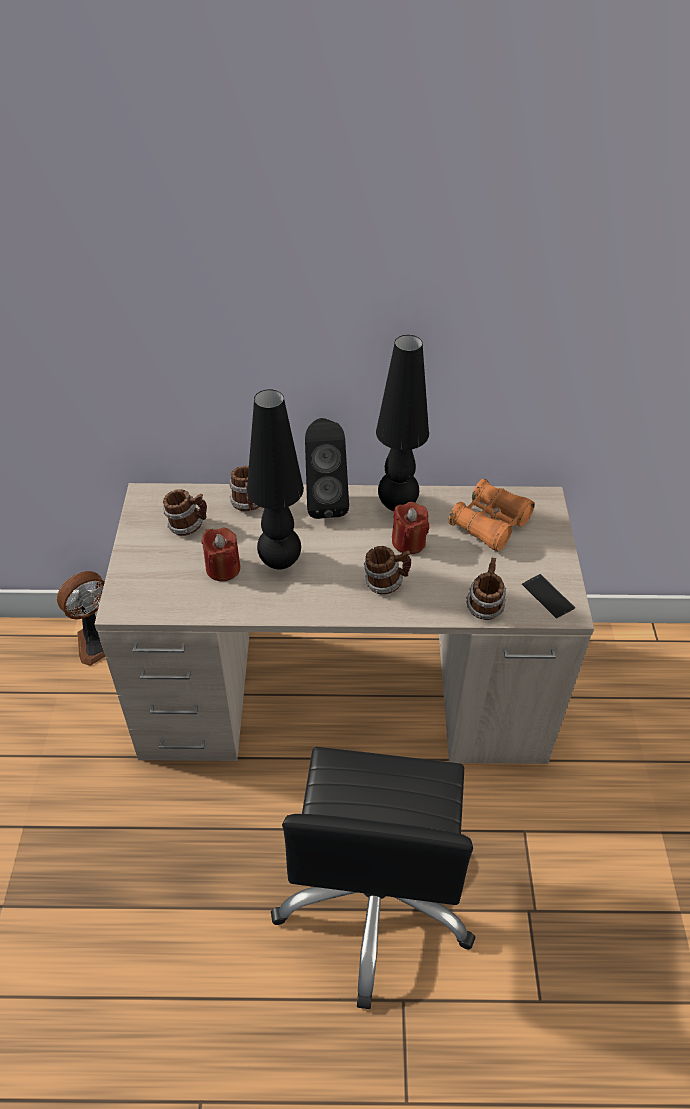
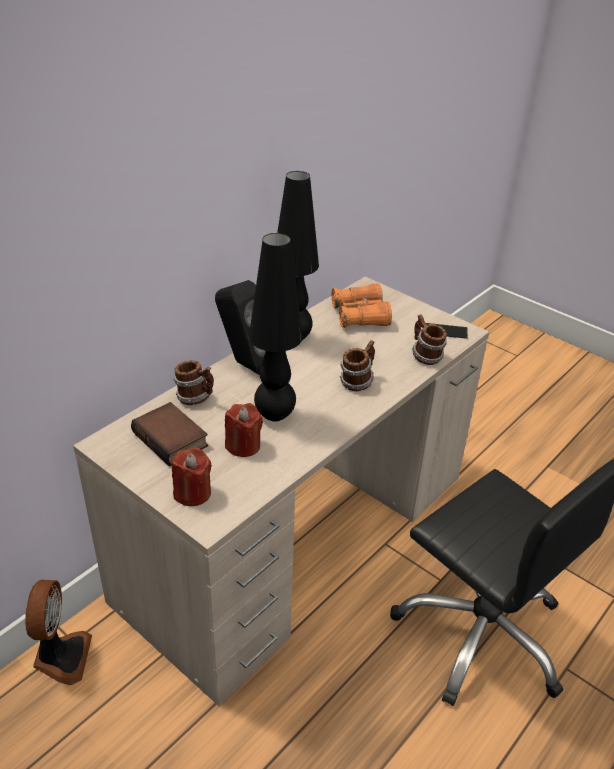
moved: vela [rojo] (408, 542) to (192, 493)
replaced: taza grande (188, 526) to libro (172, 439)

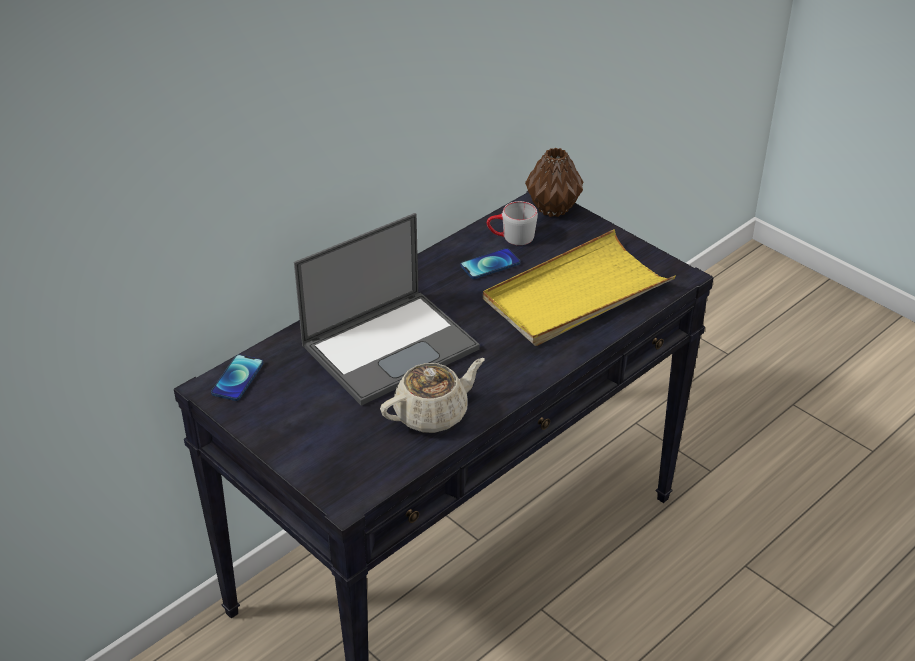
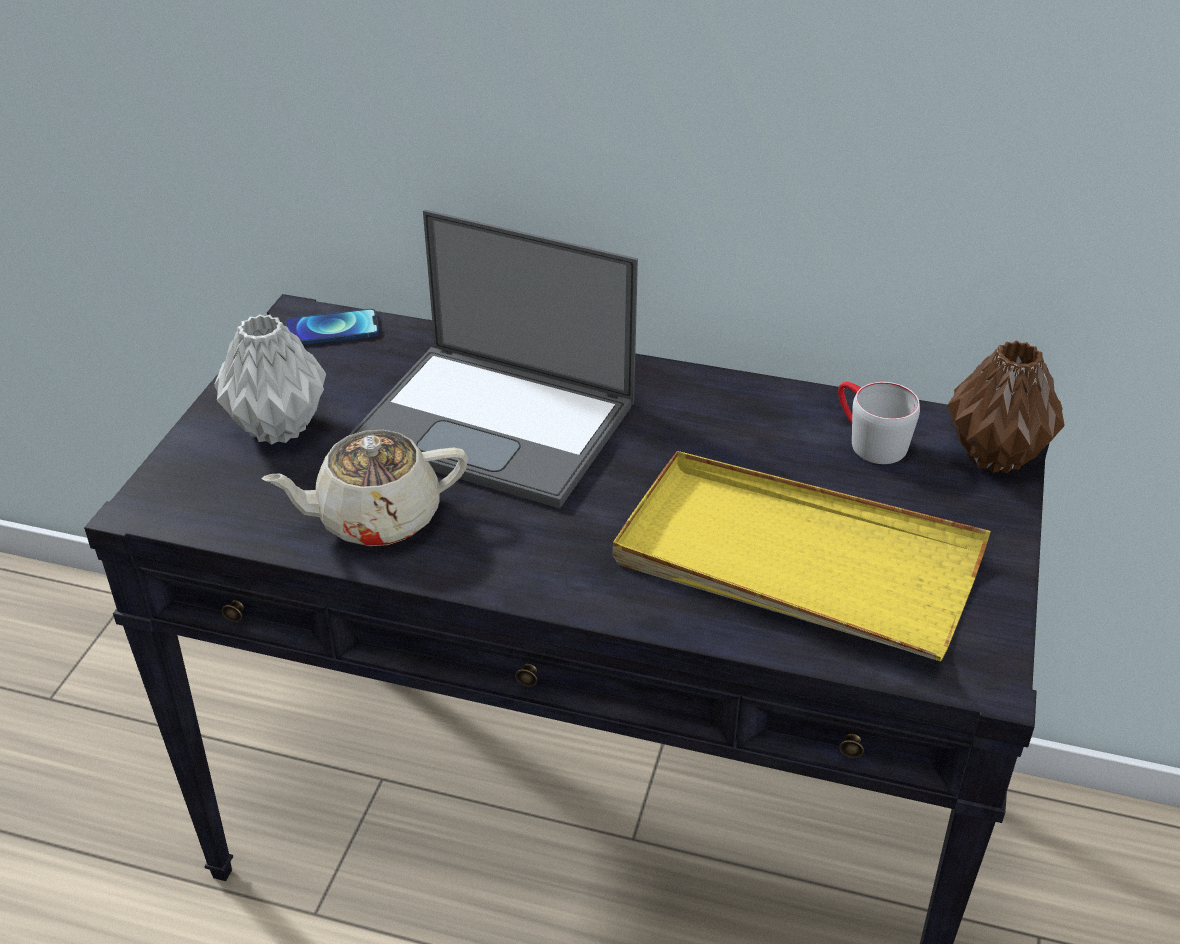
removed: móvil (490, 265)
added: florero [gris] (276, 427)
turned: tetera [beis] (432, 414) = (376, 518) 135 degrees clockwise

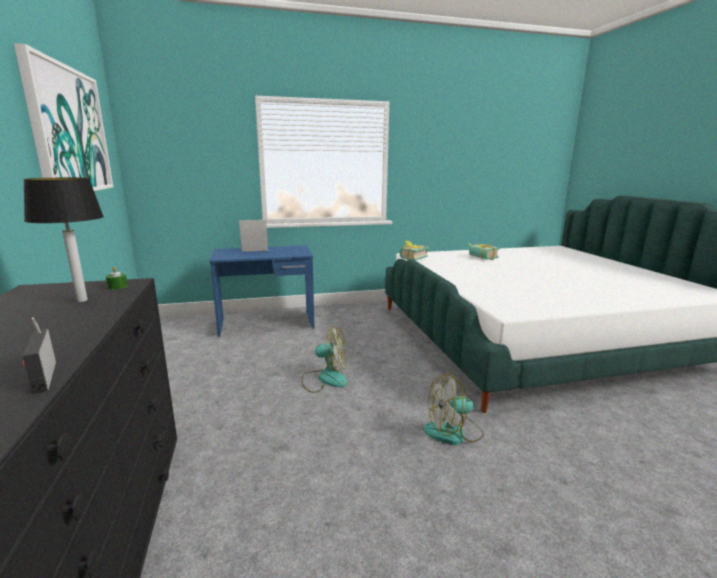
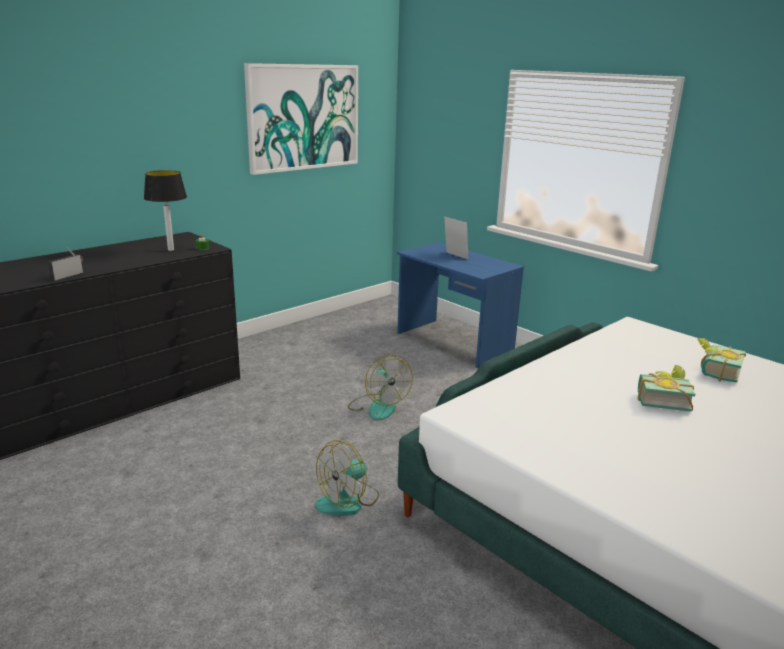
moved: libro (411, 258) to (662, 400)
turned: ventilador (453, 432) = (348, 501) 90 degrees counterclockwise

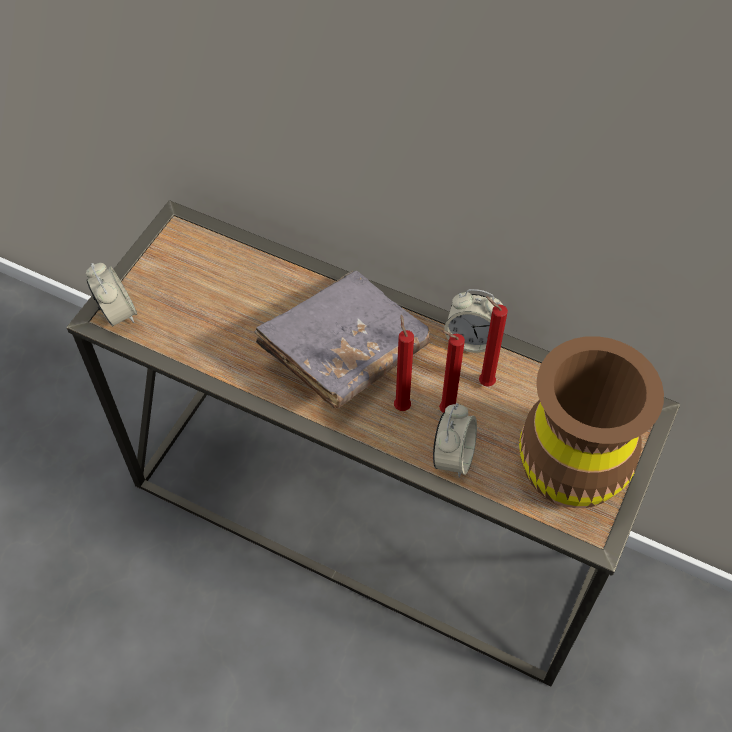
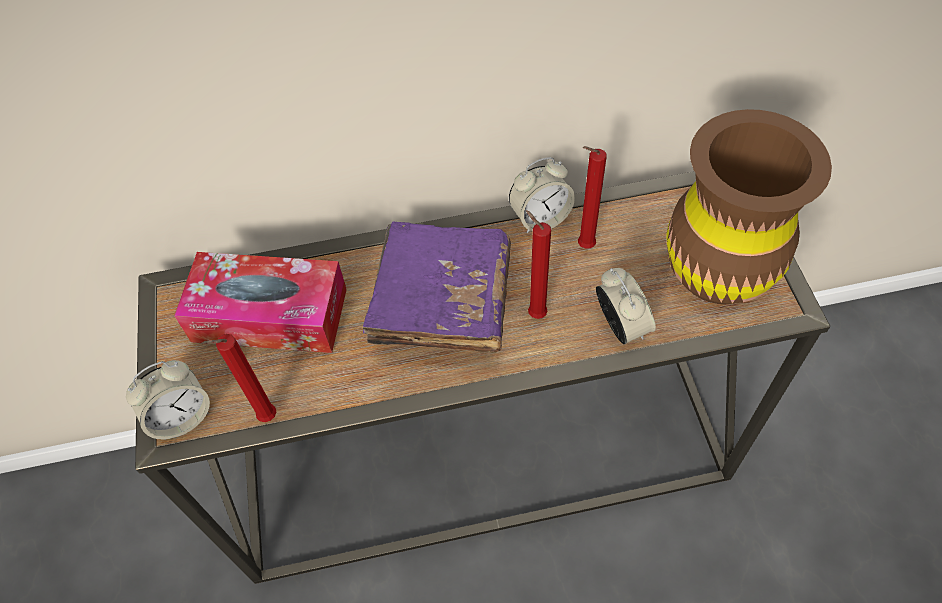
added: caja de pañuelos (270, 315)
moved: vela [rojo] (444, 410) to (264, 418)
recoloured: libro [gris] (345, 352) to libro [morado] (442, 301)
turned: despertador (117, 313) = (181, 417) 120 degrees clockwise

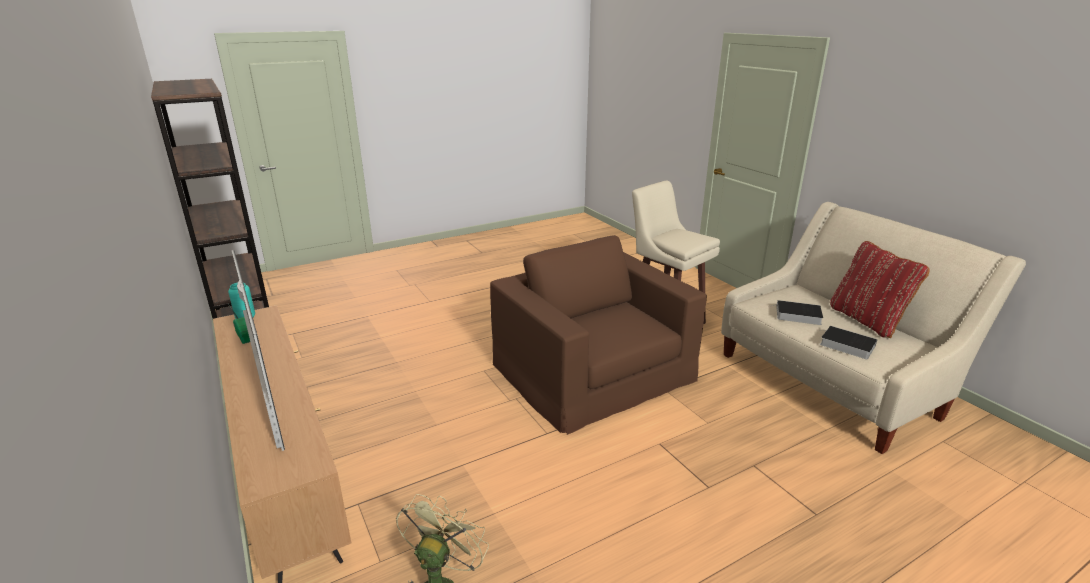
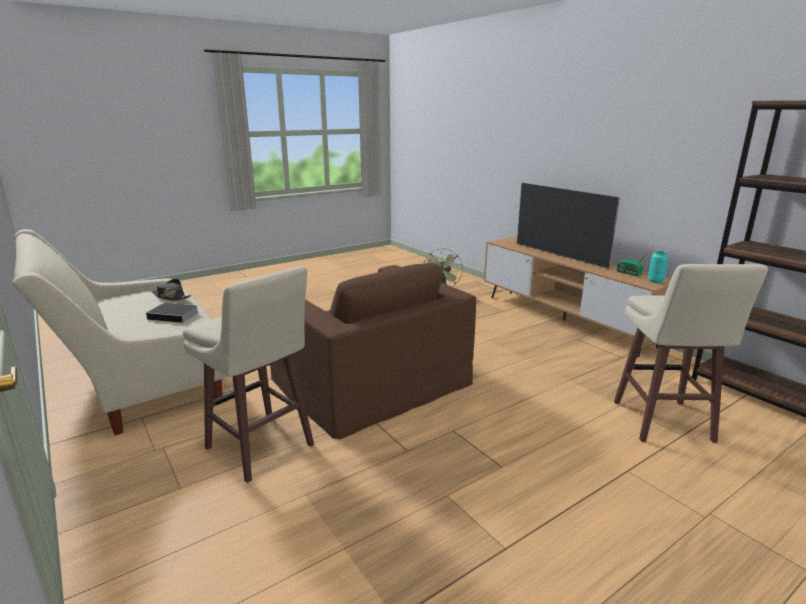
removed: cojín [rojo] (867, 320)
added: taburete [beis] (662, 423)
replaced: libro (845, 345) to sombrero [negro] (171, 297)

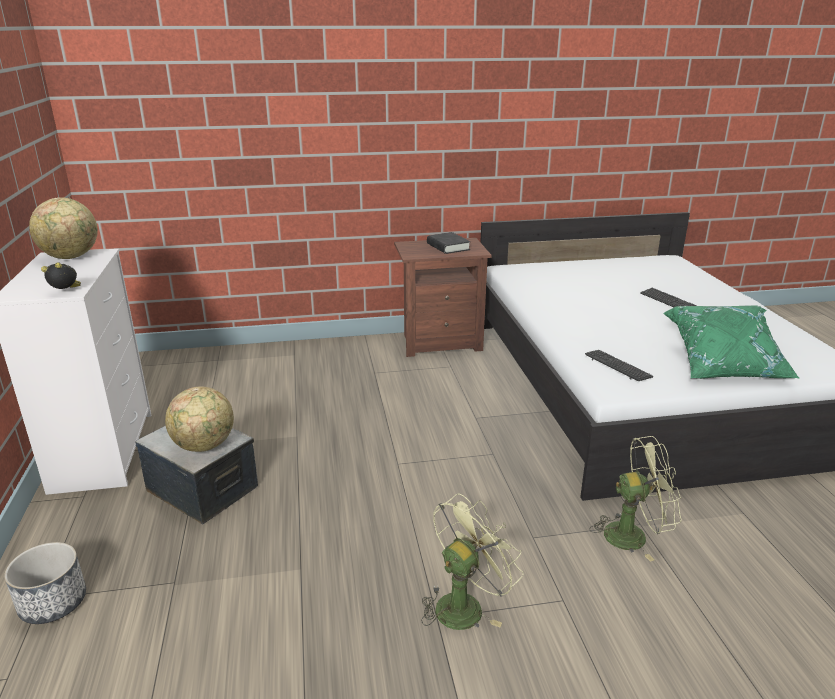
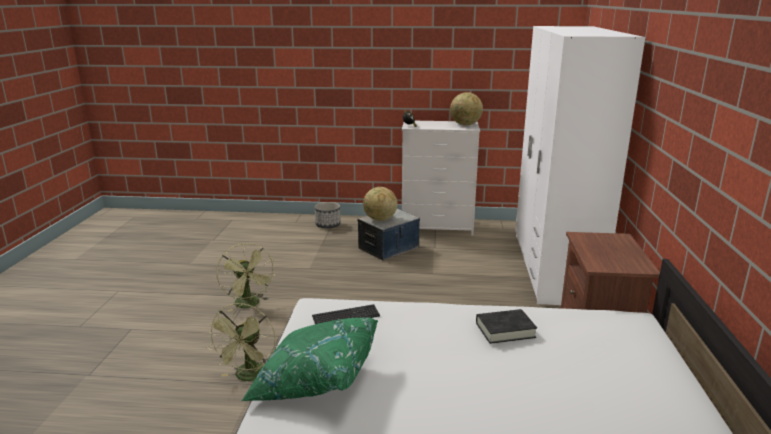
removed: teclado (667, 300)
added: armario ropero [blanco] (553, 267)
moved: libro [negro] (448, 247) to (505, 330)

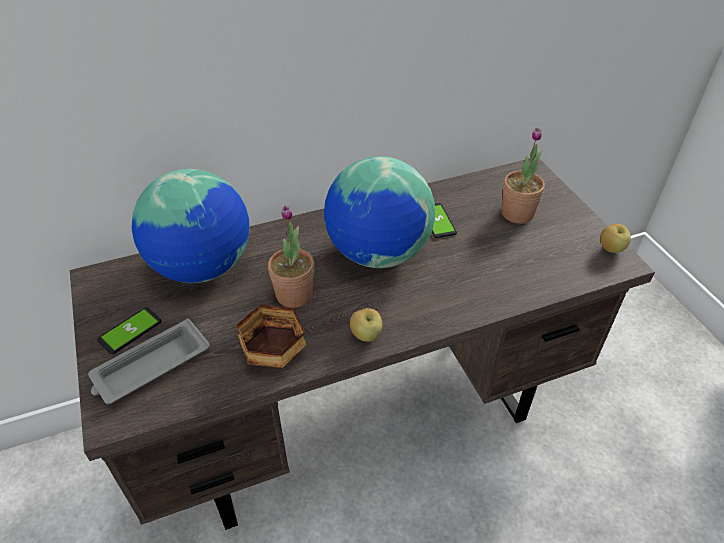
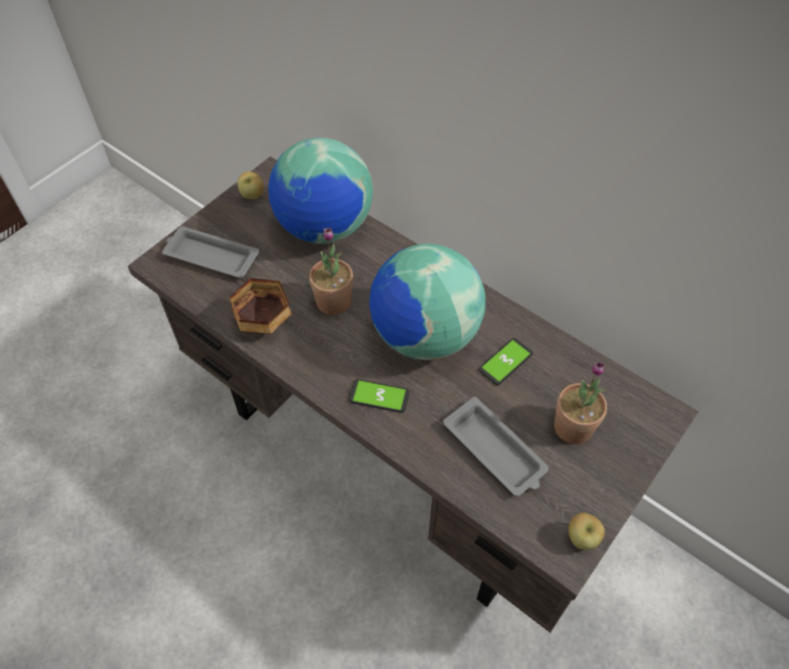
added: bandeja [gris] (495, 451)
moved: móvil (130, 331) to (379, 396); manzana (366, 335) to (253, 195)

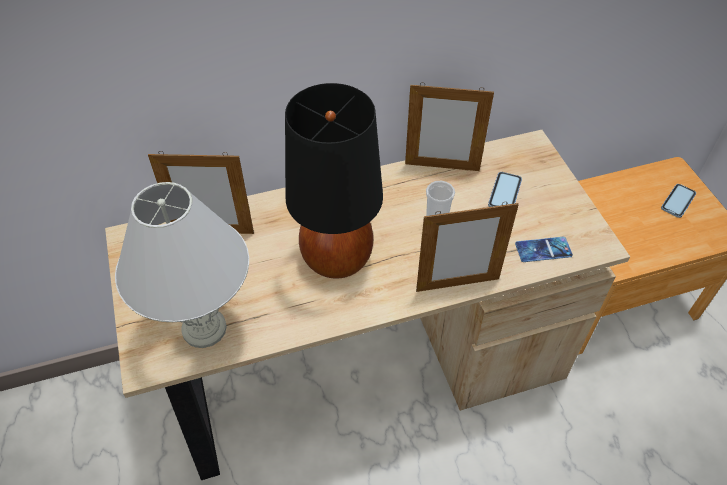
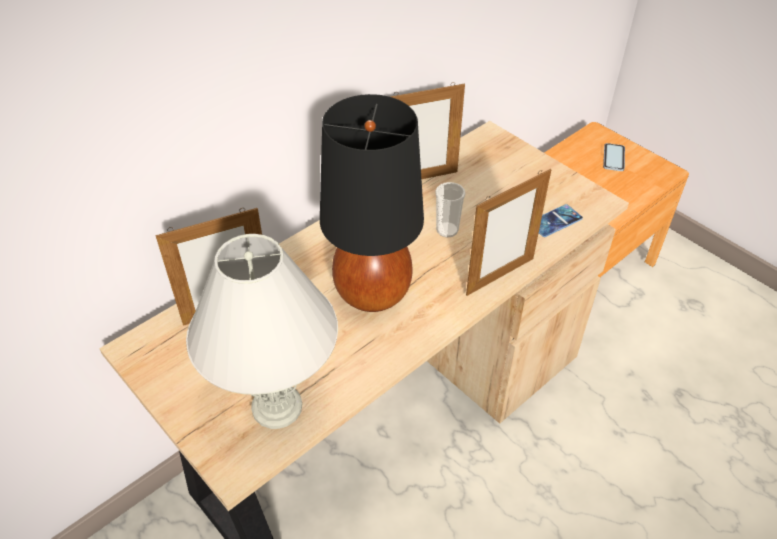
removed: móvil (504, 193)

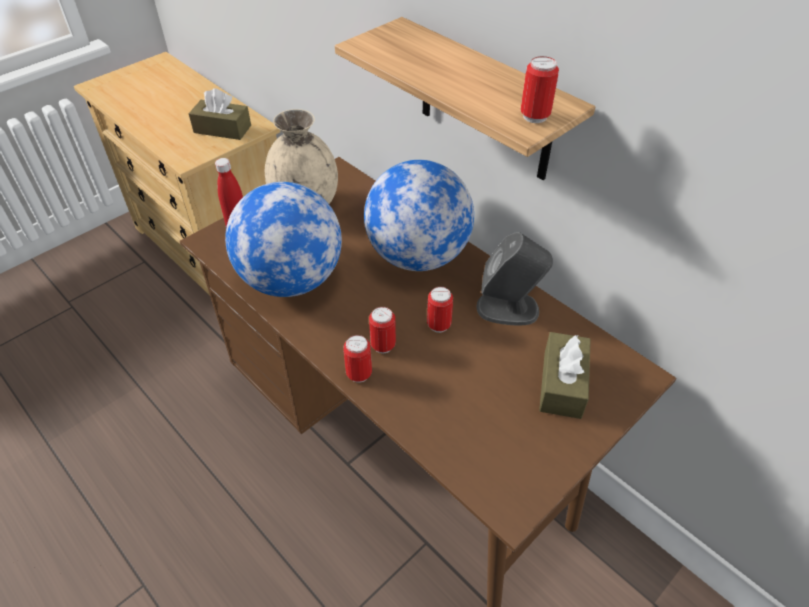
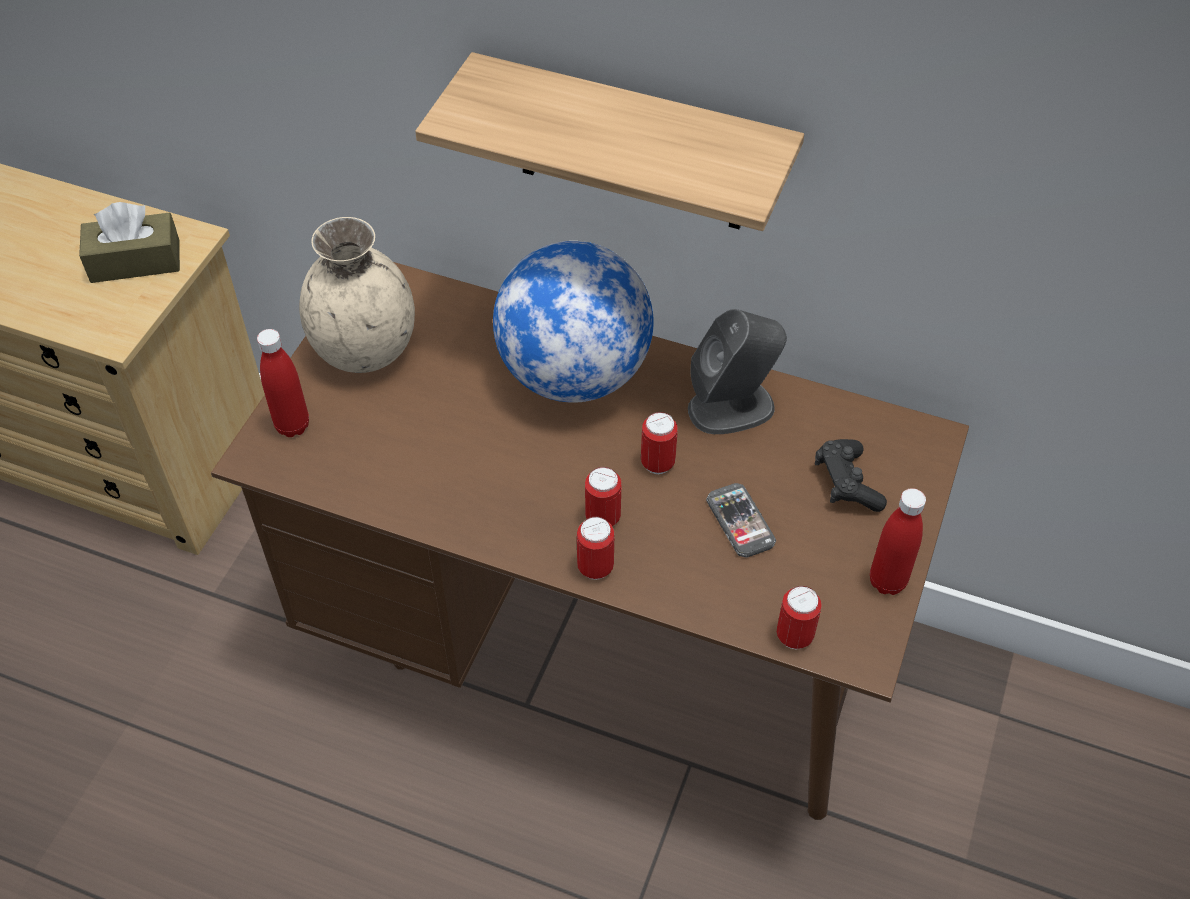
removed: globo terráqueo (291, 280)
added: móvil (740, 521); botella [rojo] (887, 581)
moved: lata (535, 116) to (794, 636)
replaced: caja de pañuelos [marrón] (562, 384) to mando de consola [negro] (846, 484)

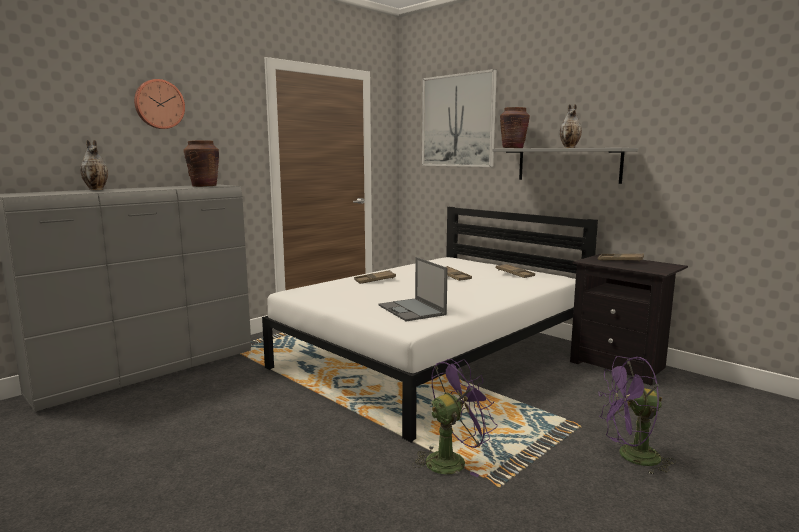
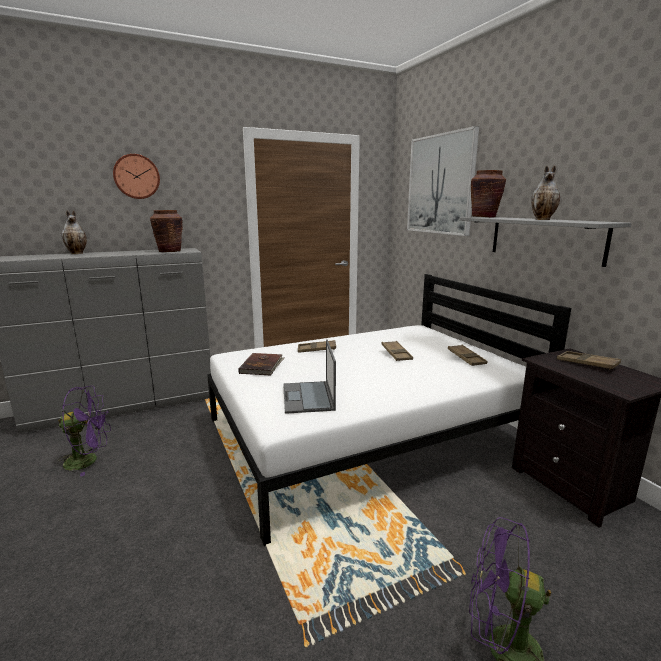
added: libro [marrón] (262, 366)
moved: ventilador [morado] (452, 460) to (88, 460)

